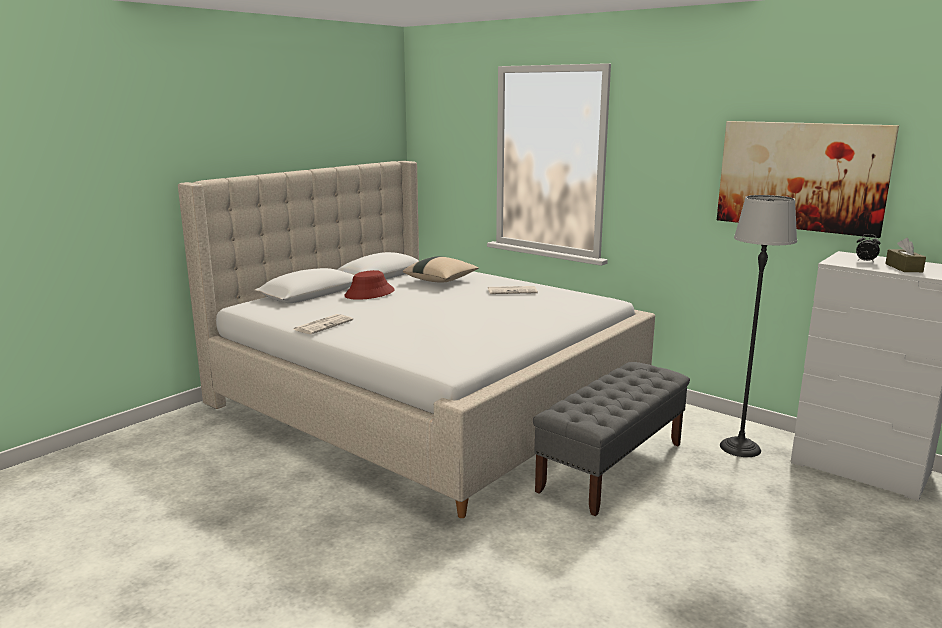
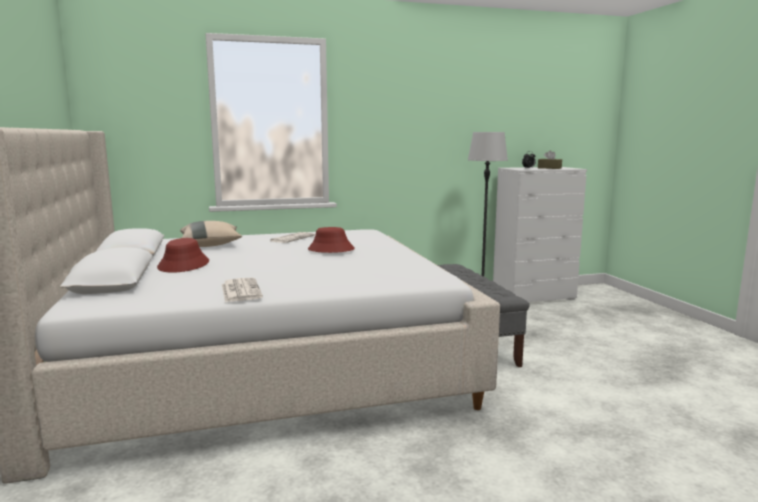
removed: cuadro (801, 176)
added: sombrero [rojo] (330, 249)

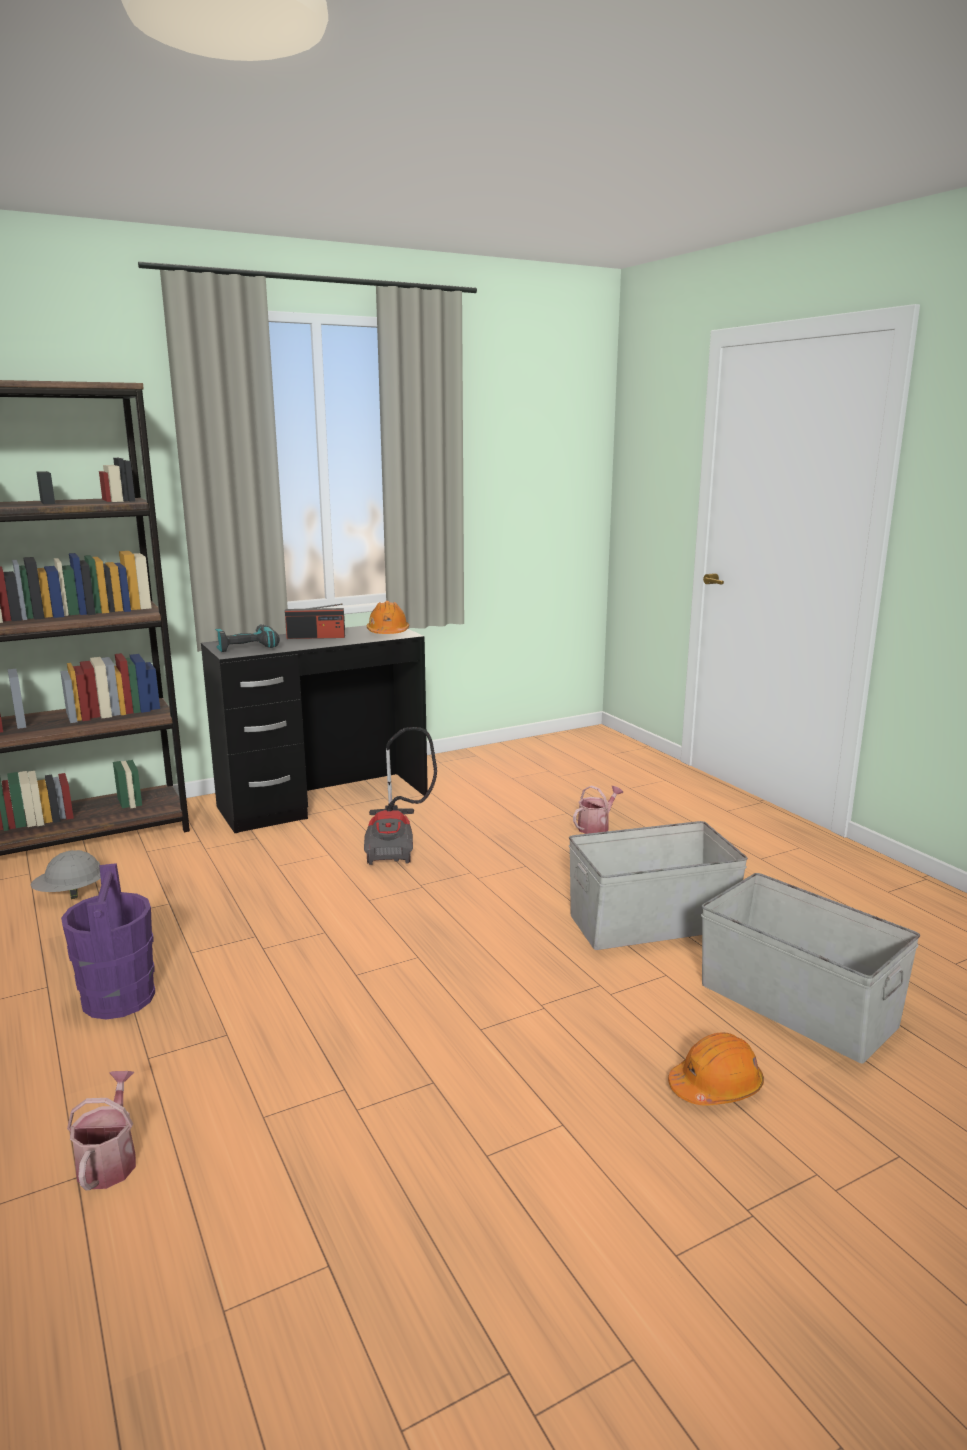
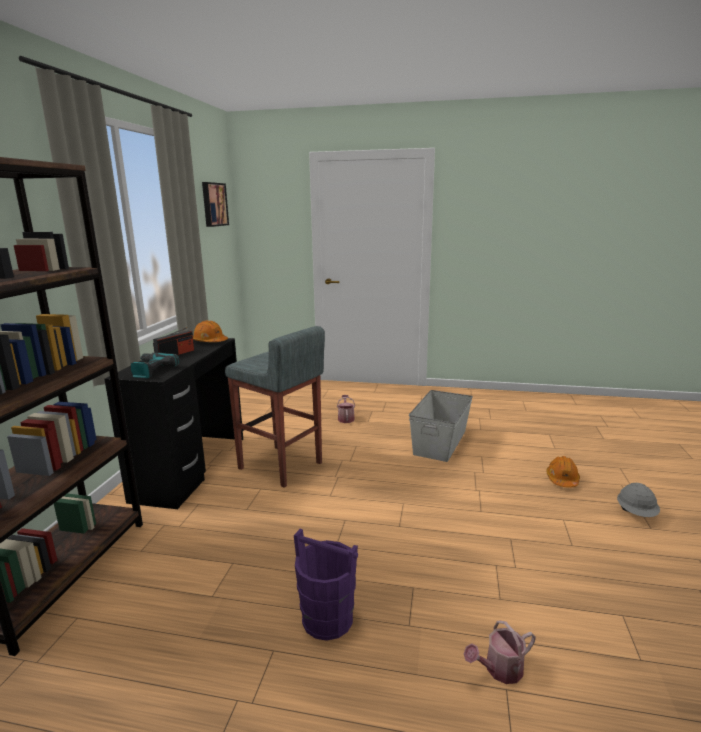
removed: caja de almacenaje [gris] (796, 1003)
added: cuadro (213, 204)
moved: casco [gris] (70, 894) to (636, 514)
replaced: aspiradora (395, 843) to taburete [gris] (280, 466)
turned: regadera (110, 1160) = (499, 670) 60 degrees counterclockwise

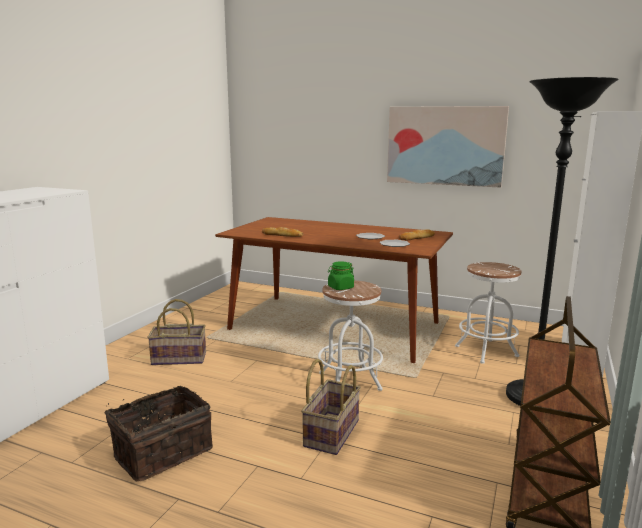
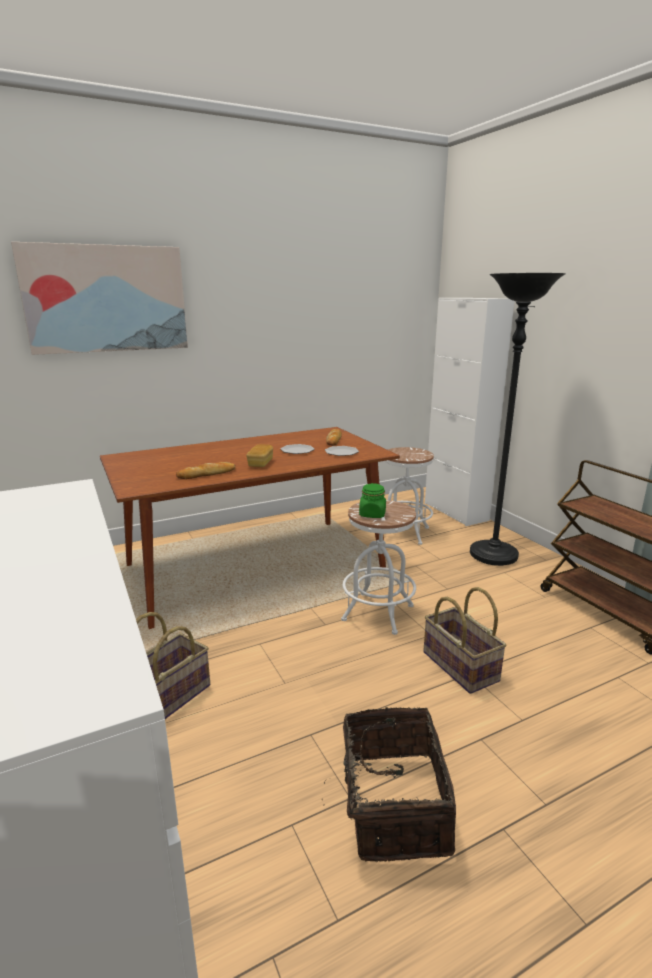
added: pan (260, 463)
moved: cuadro (445, 146) to (106, 299)

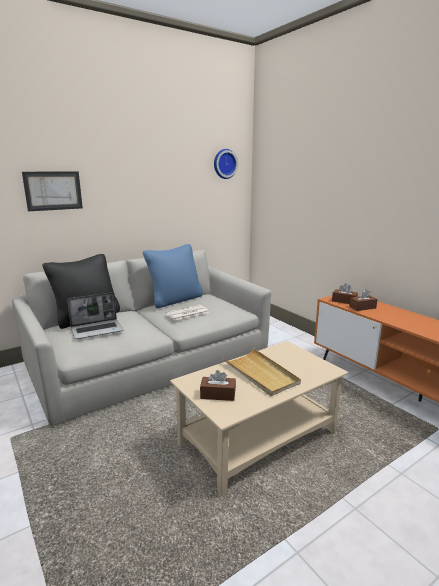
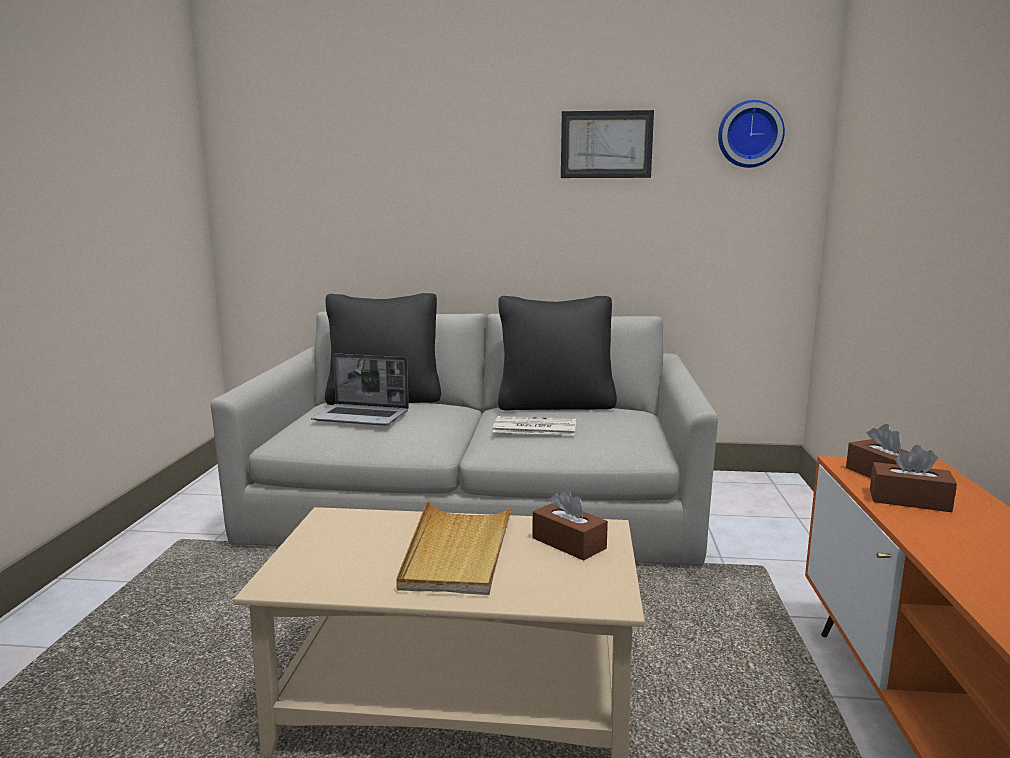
moved: cuadro (53, 190) to (606, 144); caja de pañuelos [marrón] (218, 394) to (568, 543)
recoloured: cojín [azul] (175, 300) to cojín [negro] (555, 405)

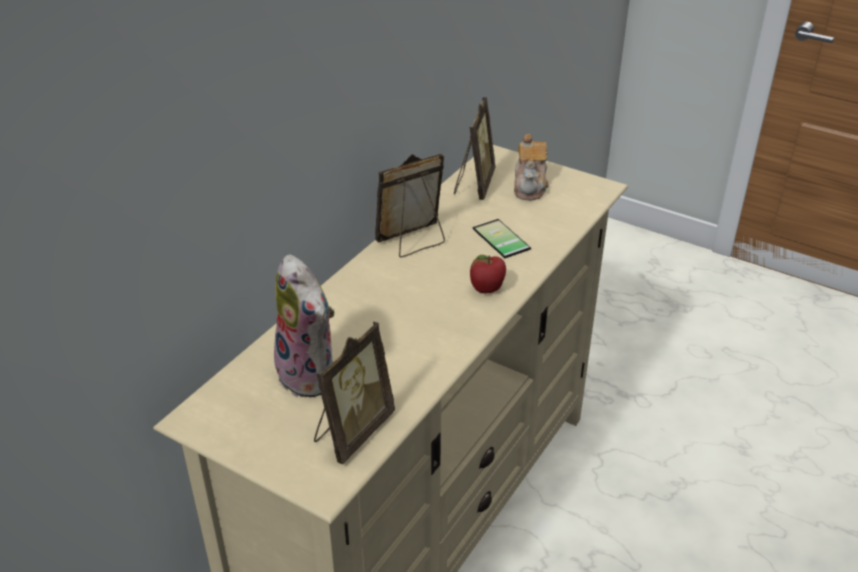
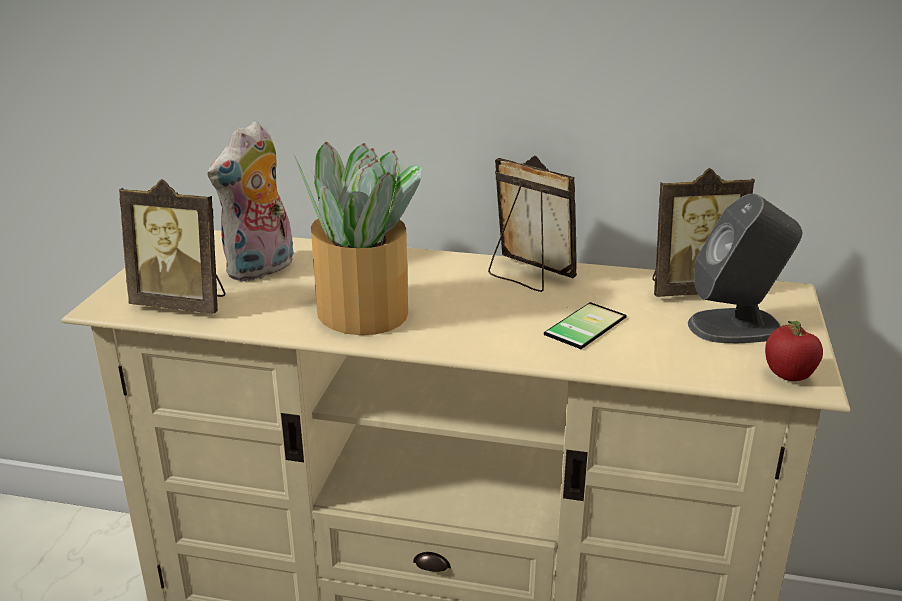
added: planta en maceta (362, 310)
moved: manzana (487, 290) to (787, 377)
replaced: tetera (530, 186) to altavoz [gris] (736, 327)

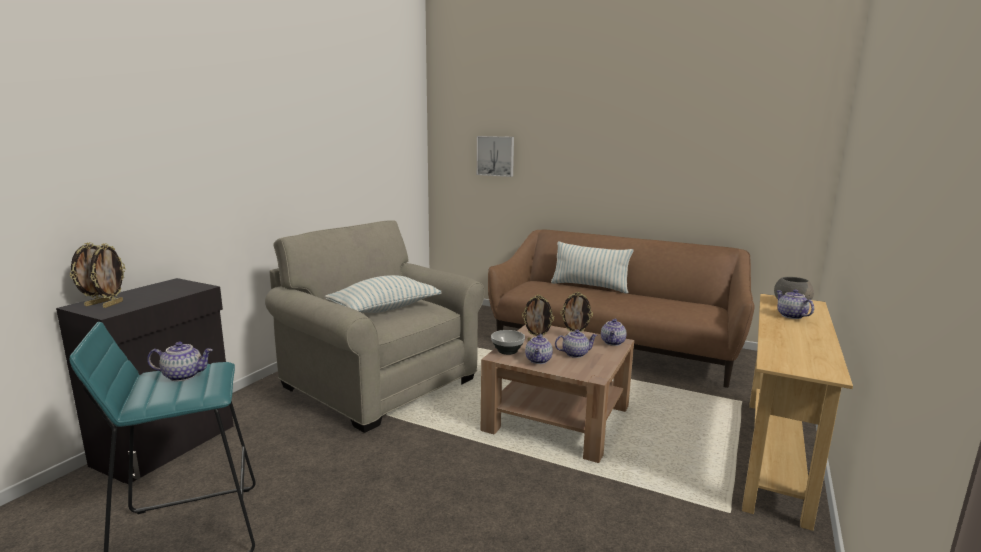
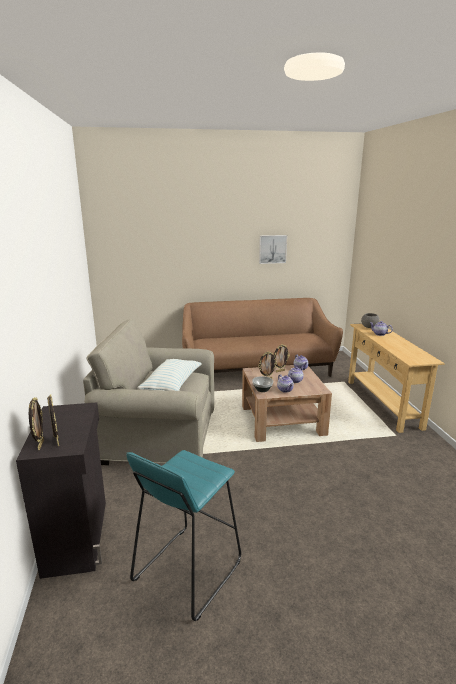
removed: tetera (184, 375); cojín (589, 287)
moved: cuadro (496, 156) to (272, 249)

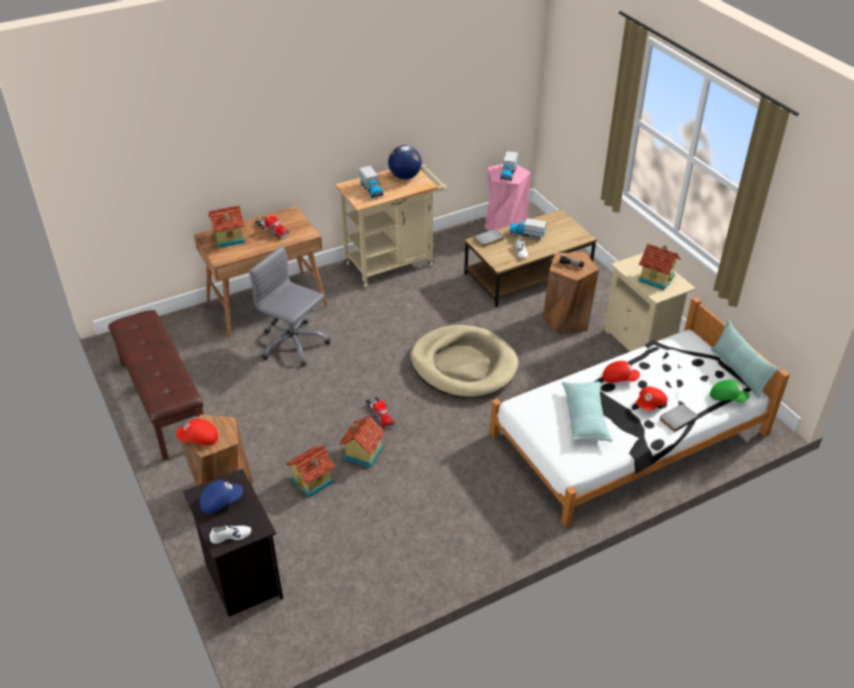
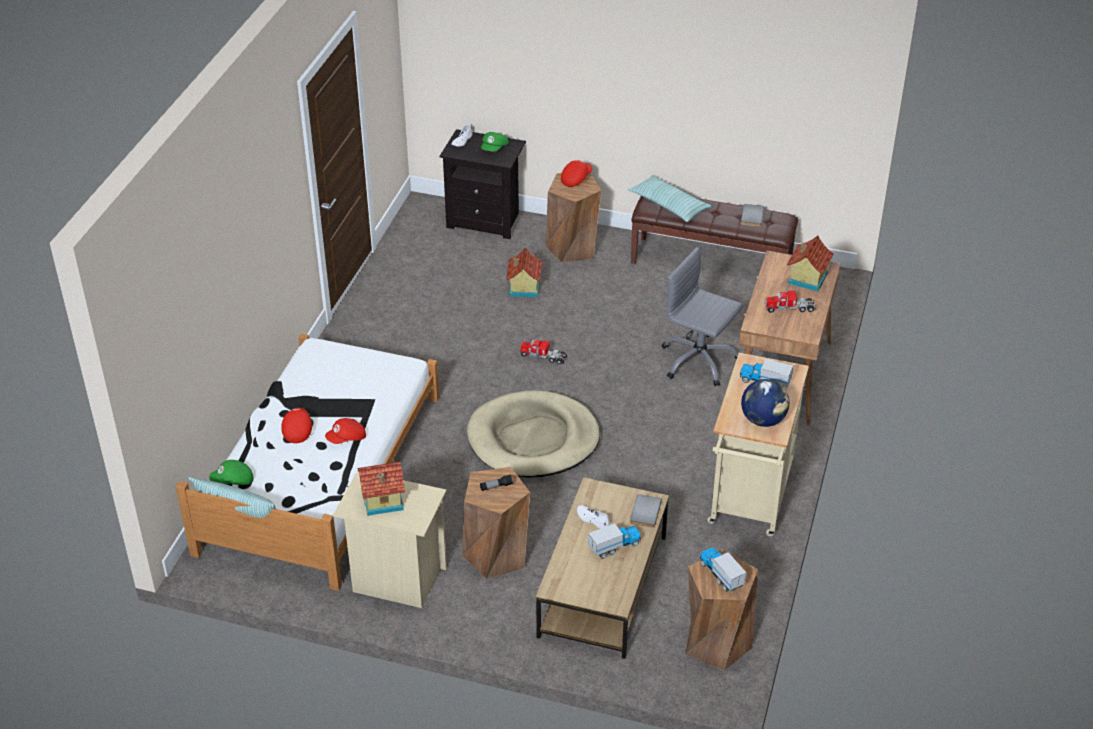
removed: casita (362, 453)
moved: cojín (585, 417) to (669, 205); libro [gris] (677, 418) to (753, 217)
recoloured: gorra [azul] (221, 501) to gorra [verde] (494, 148); taburete [rosa] (505, 225) to taburete [marrón] (716, 642)
turned: silla de oficina [gris] (293, 344) = (698, 361) 135 degrees counterclockwise

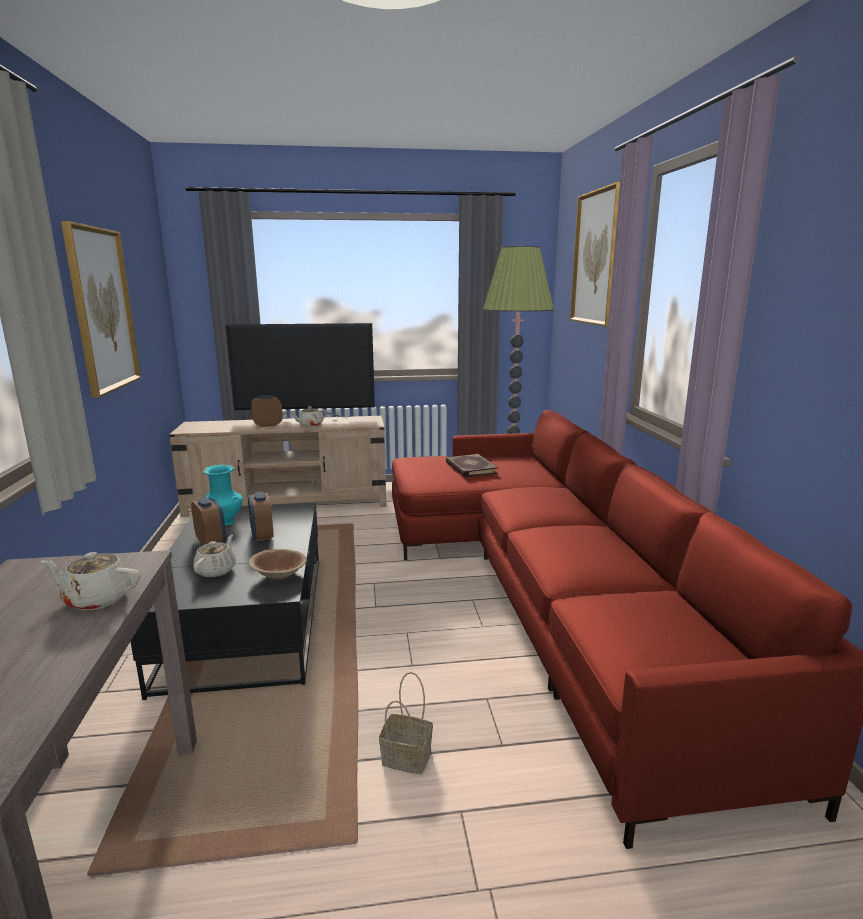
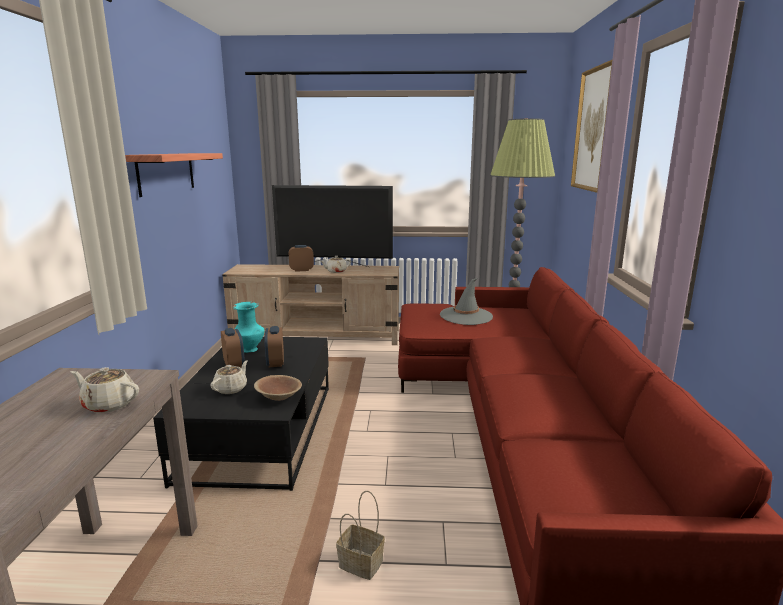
replaced: cuadro (102, 310) to estante (166, 173); libro (470, 468) to sombrero [gris] (466, 316)

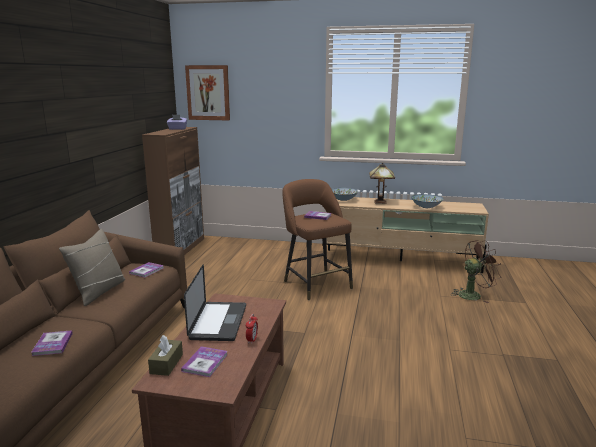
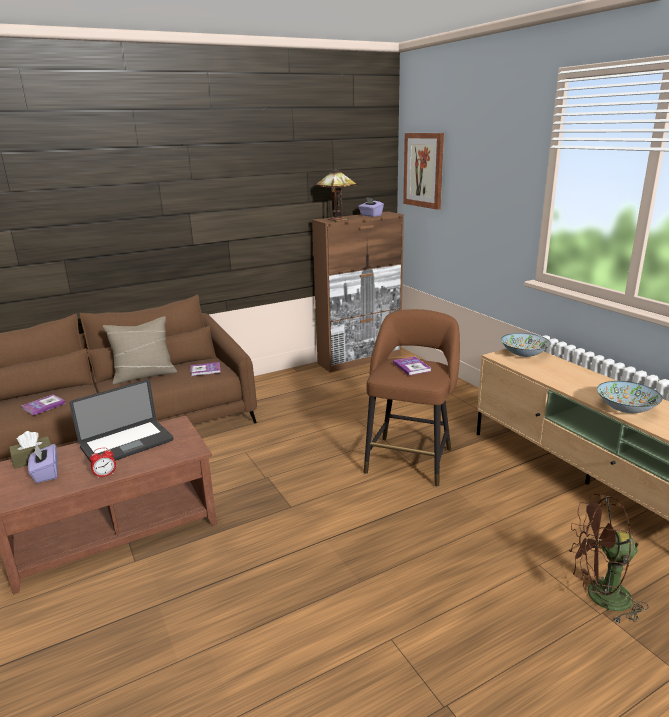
moved: lámpara de mesa (381, 202) to (336, 220)
replaced: libro (205, 362) to caja de pañuelos [morado] (46, 473)
turned: ventilador [marrón] (473, 295) = (599, 597) 150 degrees clockwise

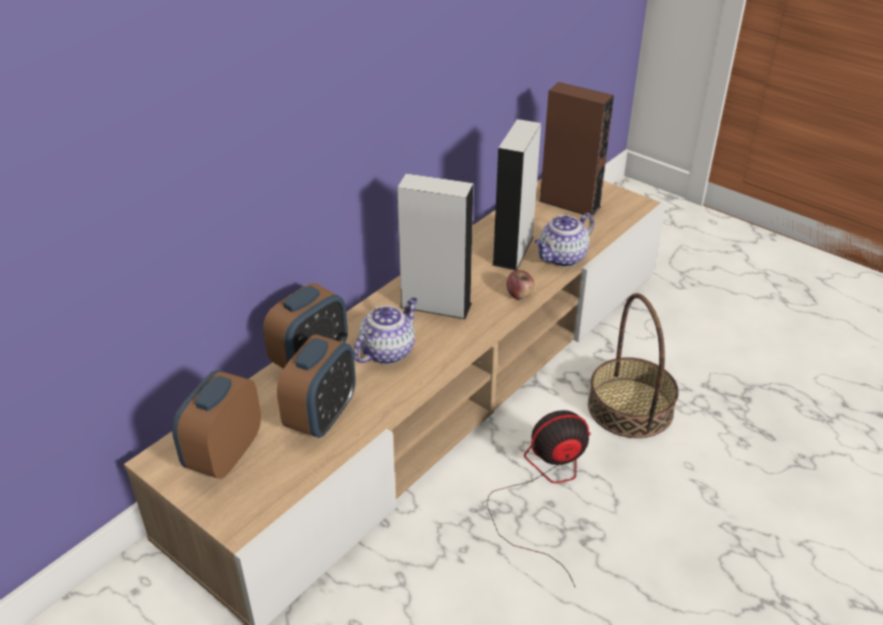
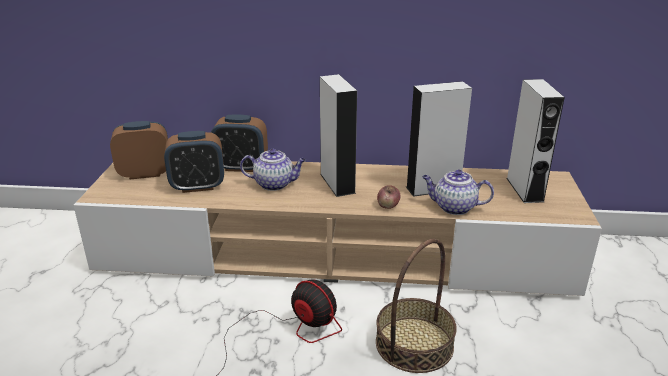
recoloured: altavoz [marrón] (569, 203) to altavoz [gris] (524, 189)

